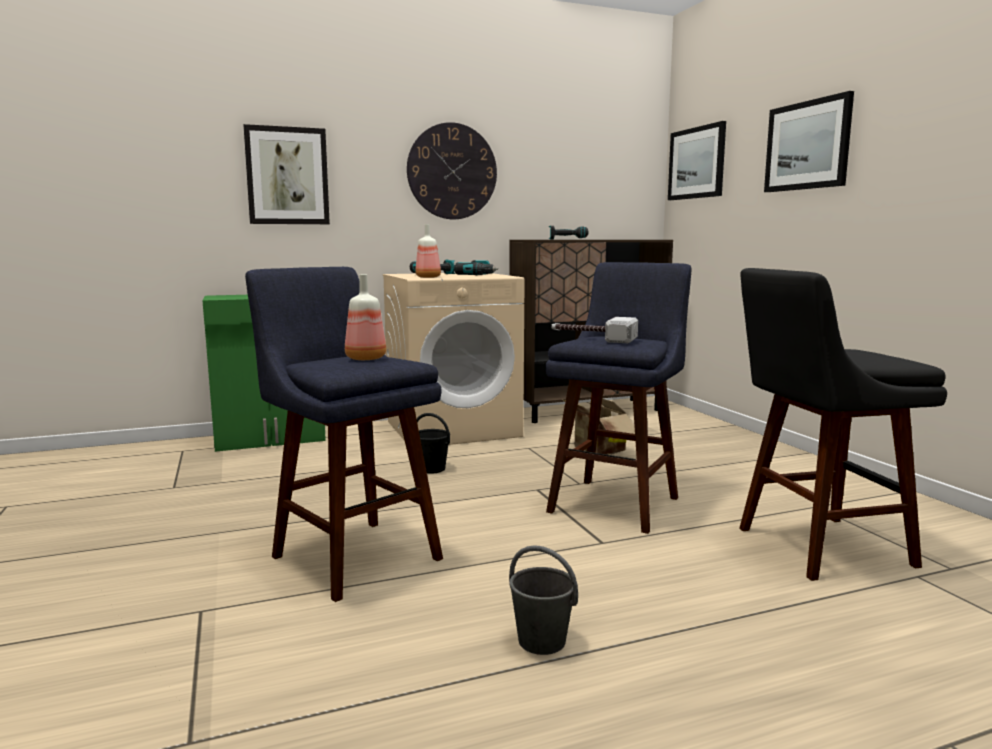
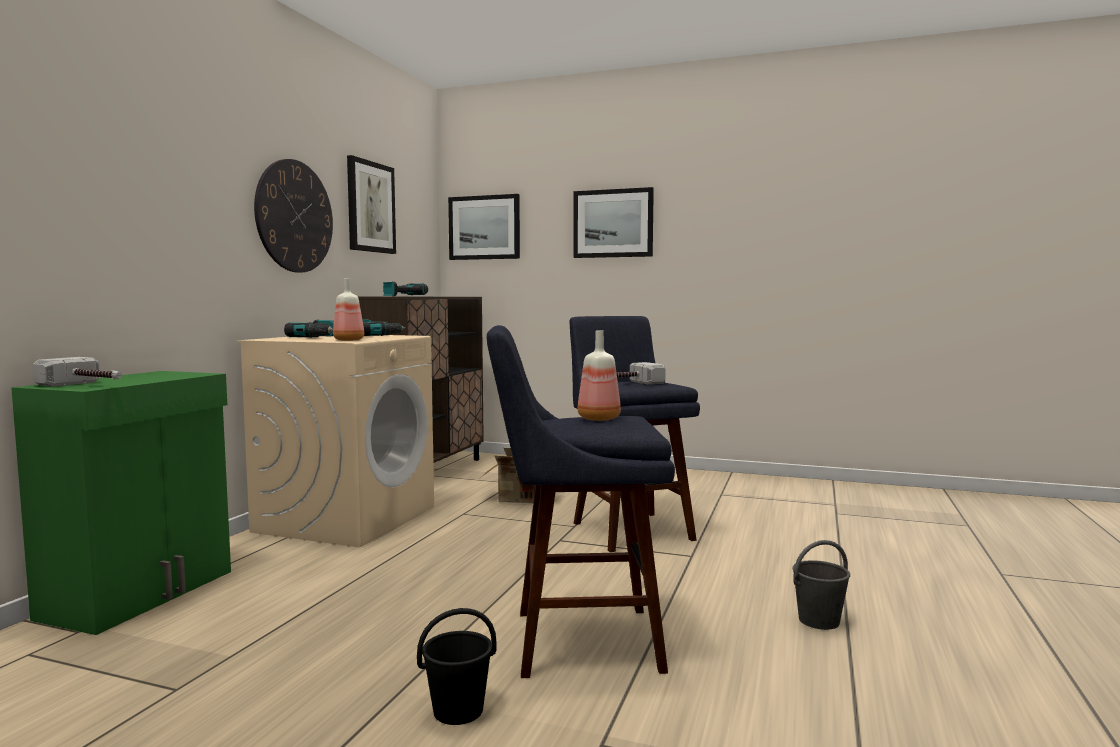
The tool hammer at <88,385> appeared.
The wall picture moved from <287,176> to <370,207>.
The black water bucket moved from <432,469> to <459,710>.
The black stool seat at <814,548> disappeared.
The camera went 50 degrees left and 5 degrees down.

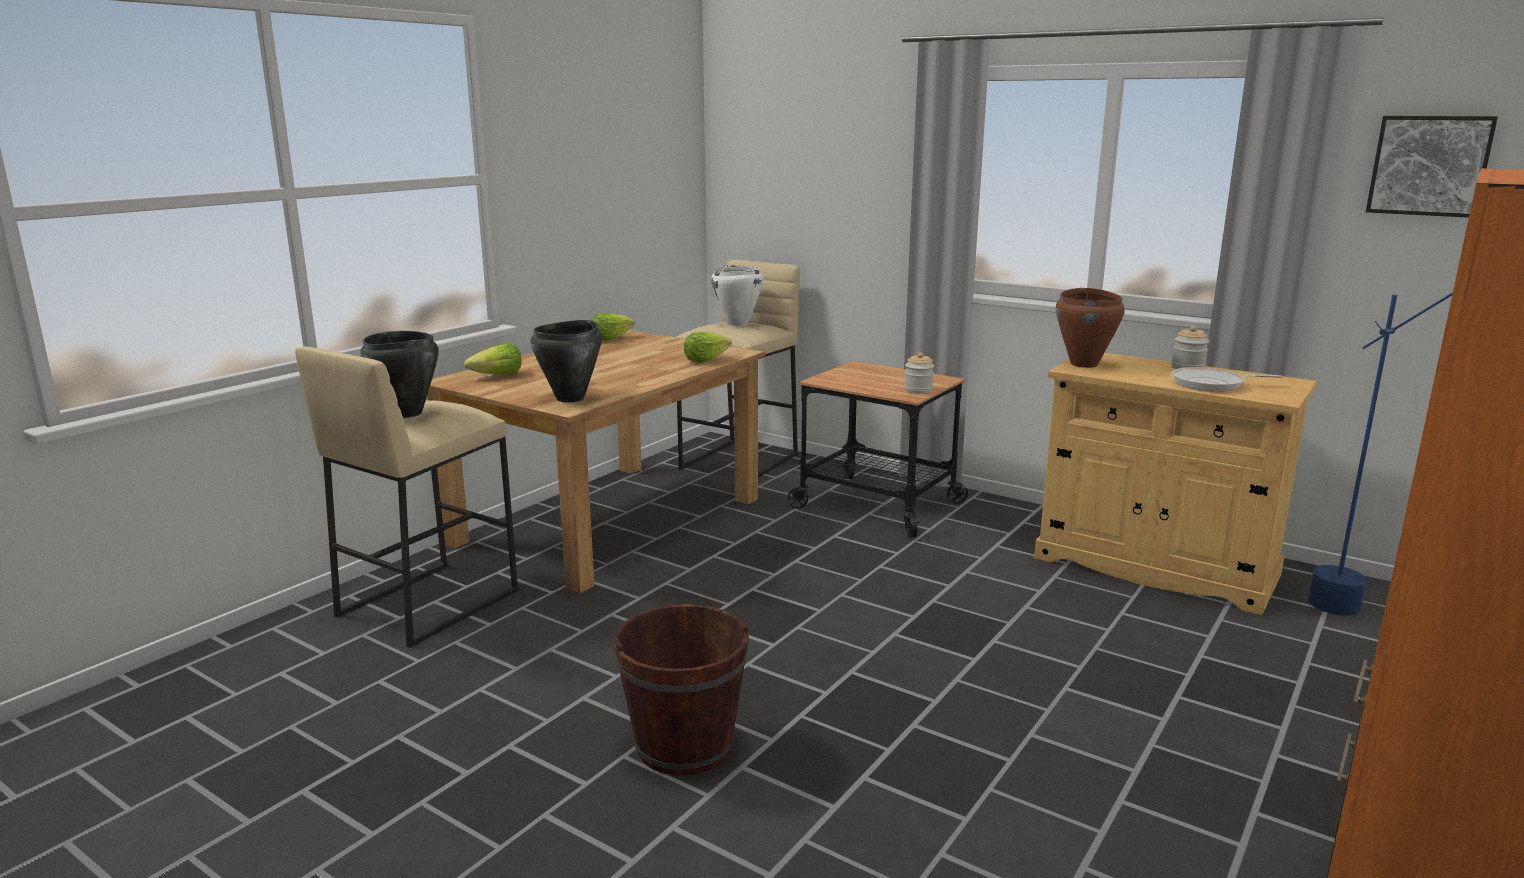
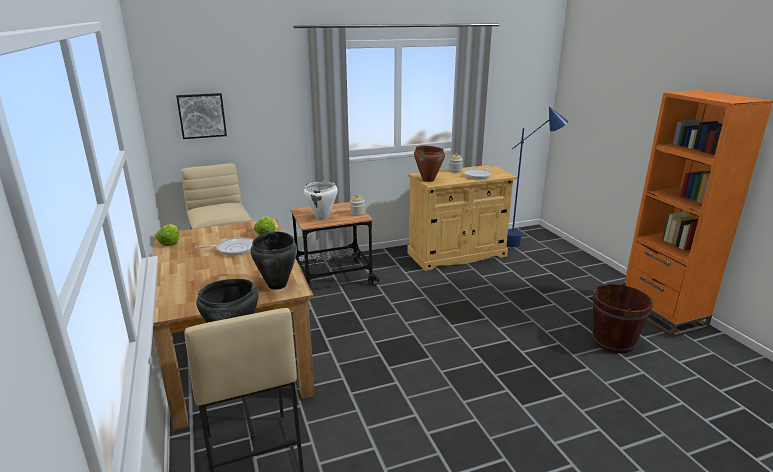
The wall picture moved from <1429,165> to <202,115>.
The frying pan at <233,249> appeared.
The white saucepot moved from <737,324> to <322,217>.
The brownish water bucket moved from <684,746> to <613,341>.
The lettuce at <497,376> disappeared.
The camera went 55 degrees left and 5 degrees up.

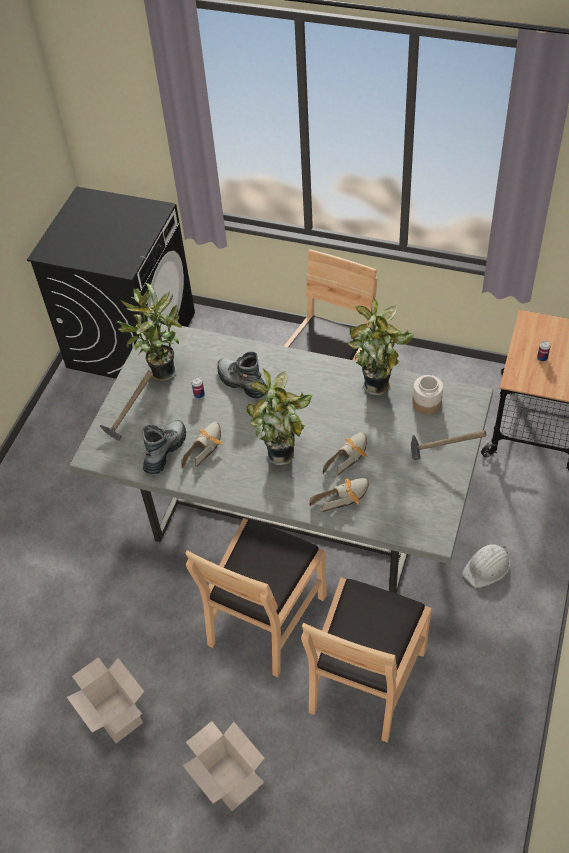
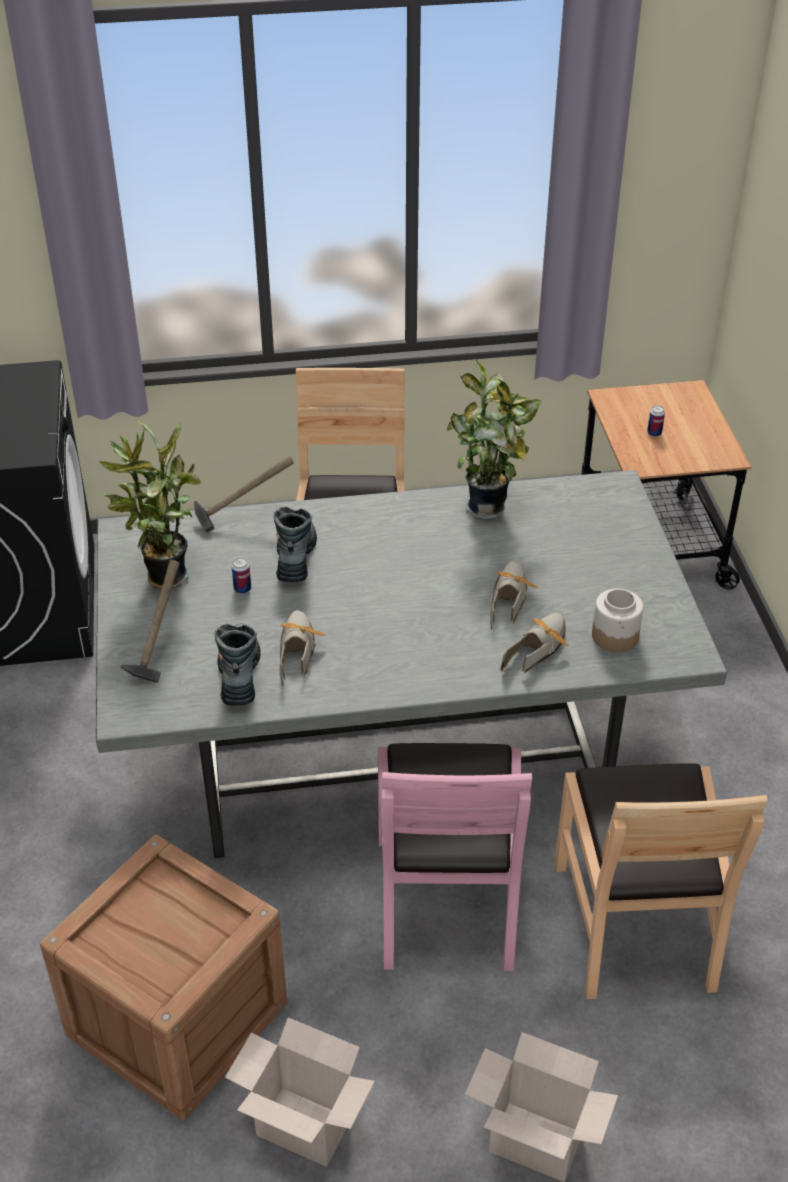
The packing crate at <177,1019> appeared.
The tool hammer moved from <442,455> to <241,518>.
The high-top boot at <242,382> turned 75 degrees clockwise.
The brownish plain chair at <265,618> became the pinkish plain chair at <446,900>.
The preserve jar moved from <427,403> to <615,636>.
The plant in a pot at <284,455> disappeared.
The white work helmet at <487,567> disappeared.
The camera went 30 degrees left and 10 degrees down.

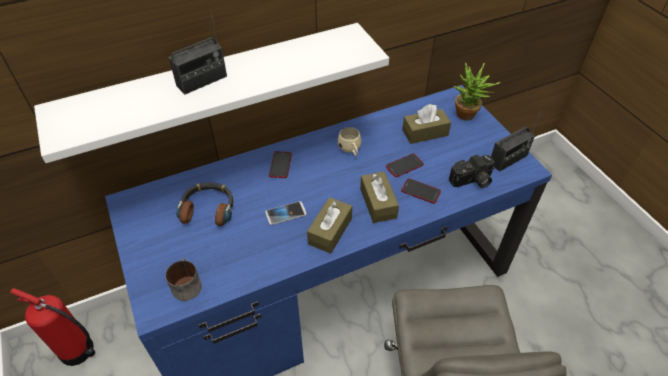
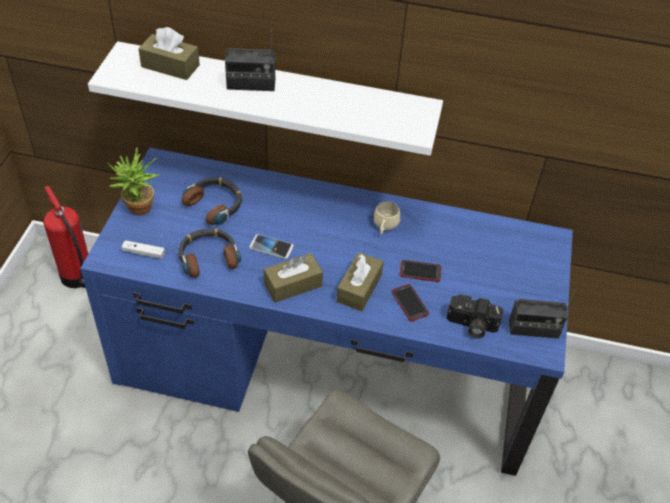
The plant in a pot moved from <468,117> to <138,211>.
The tea mug at <185,284> was replaced by the white joypad at <144,253>.
The brownish box of tissues moved from <425,132> to <170,66>.
The pair of headphones at <208,257> appeared.
The telephone at <280,165> disappeared.
The camera went 35 degrees right and 0 degrees up.

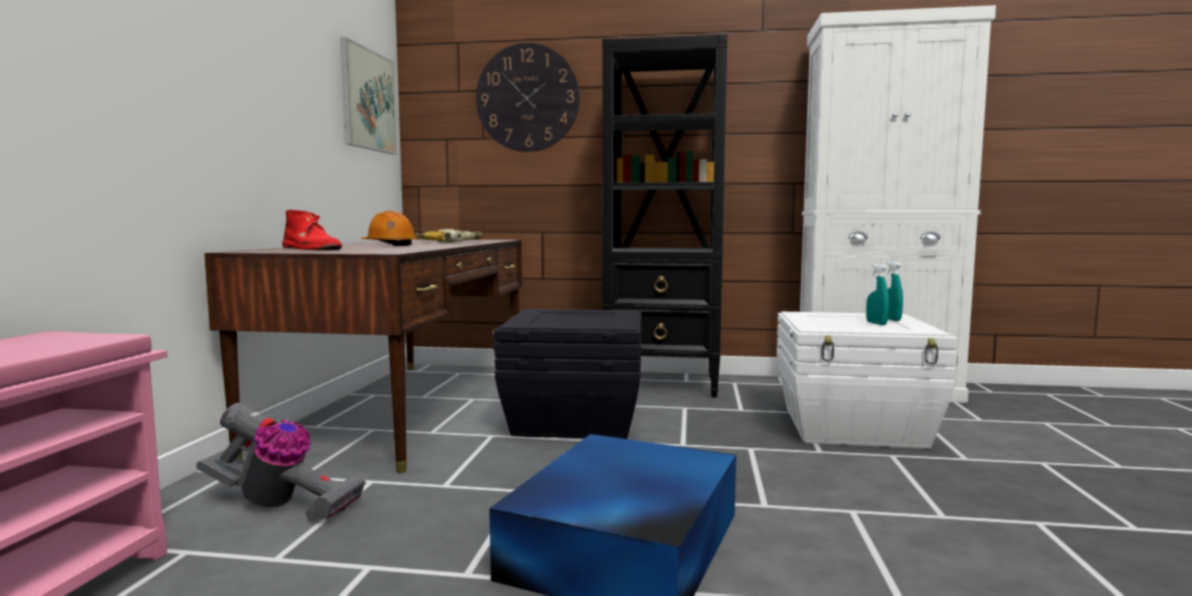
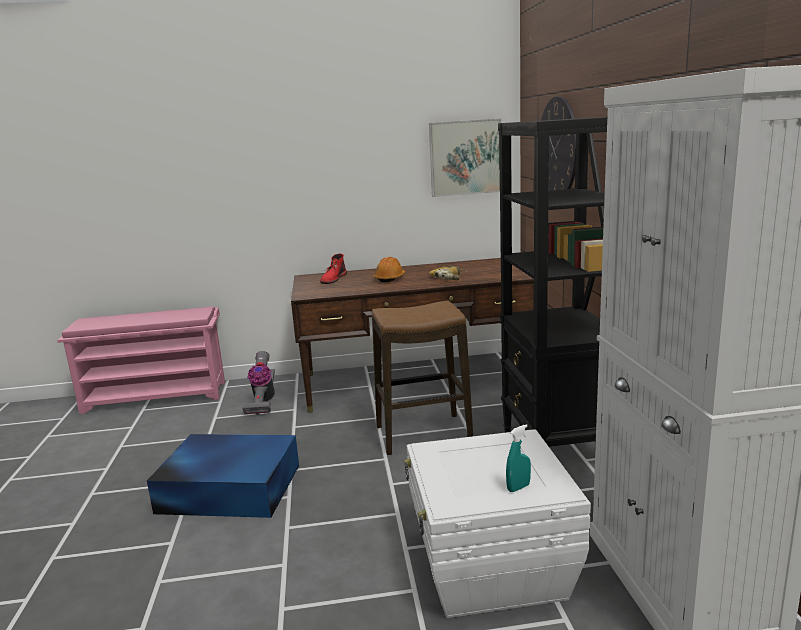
The black storage bin at <573,420> was replaced by the stool seat at <423,434>.
The turquoise-coloured spray bottle at <876,323> disappeared.
The camera went 75 degrees right and 10 degrees up.

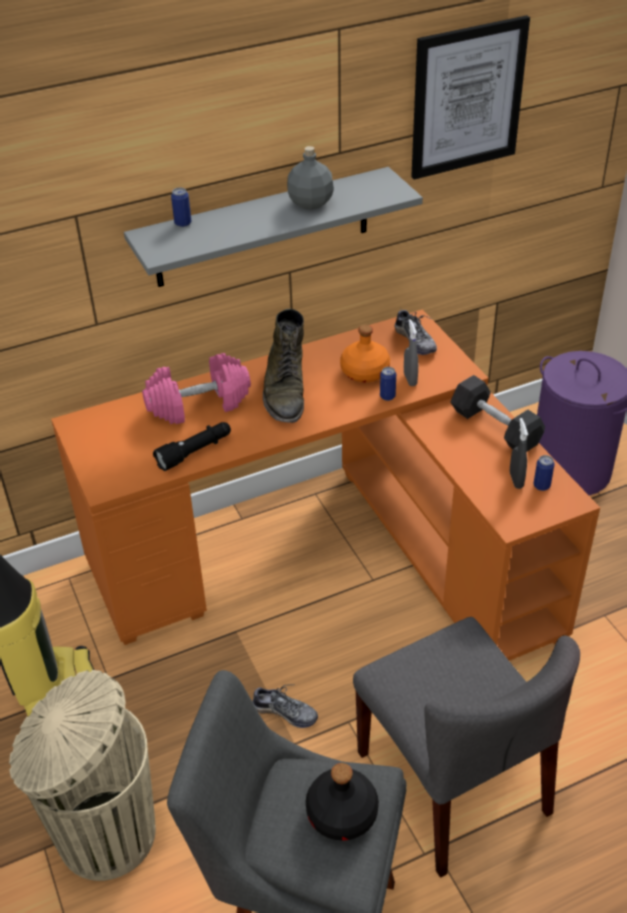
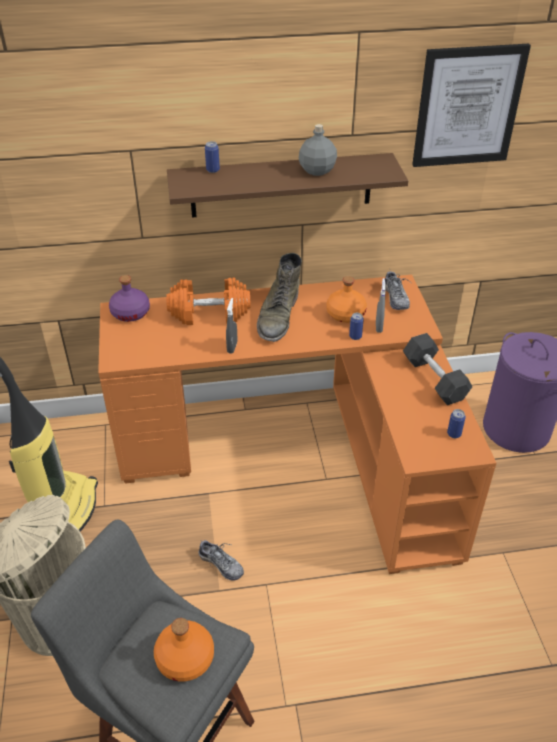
The purplish drink bottle at <130,312> appeared.
The black drink bottle at <342,814> became the orangey drink bottle at <185,658>.
The pinkish dumbbell at <198,405> became the orangey dumbbell at <209,314>.
The gray shelf at <263,228> became the brownish shelf at <281,185>.
The gray spray bottle moved from <516,480> to <232,347>.
The black hand torch at <195,452> disappeared.
The gray plain chair at <454,783> disappeared.
The camera went 15 degrees right and 0 degrees up.

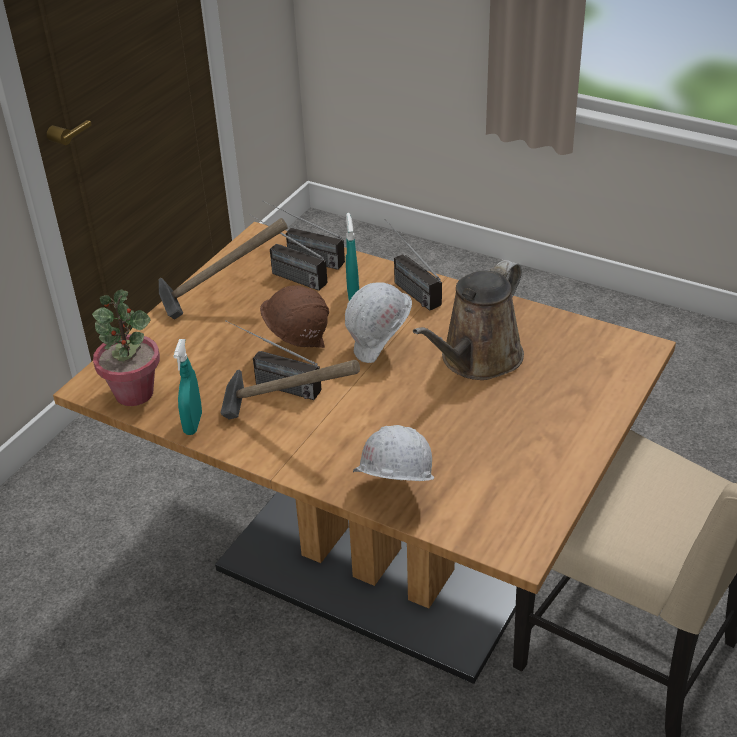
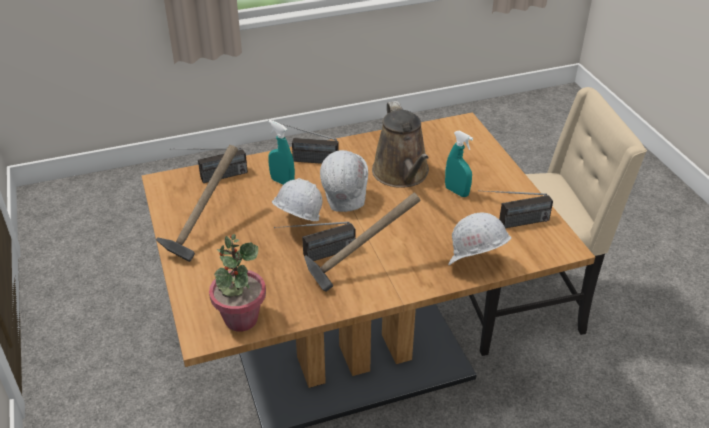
The brownish work helmet at <297,347> became the white work helmet at <297,228>.
The turquoise-coloured spray bottle moved from <193,424> to <456,191>.
The radio moved from <285,274> to <512,224>.
The camera went 50 degrees left and 0 degrees up.

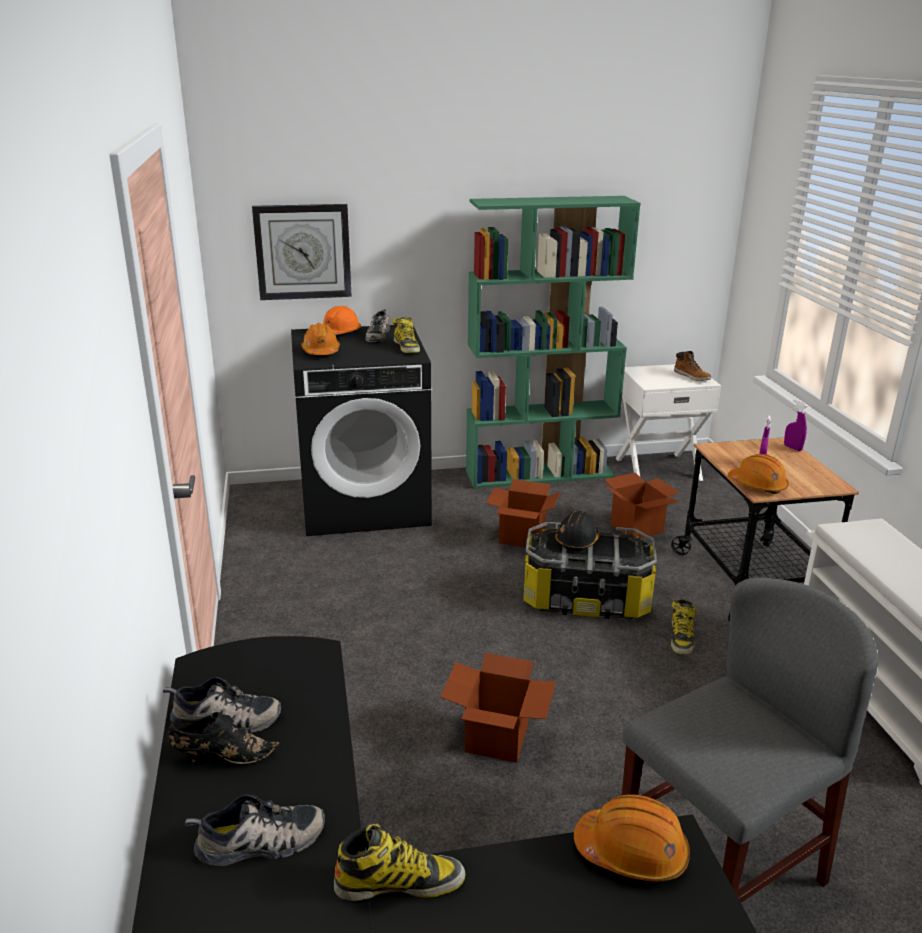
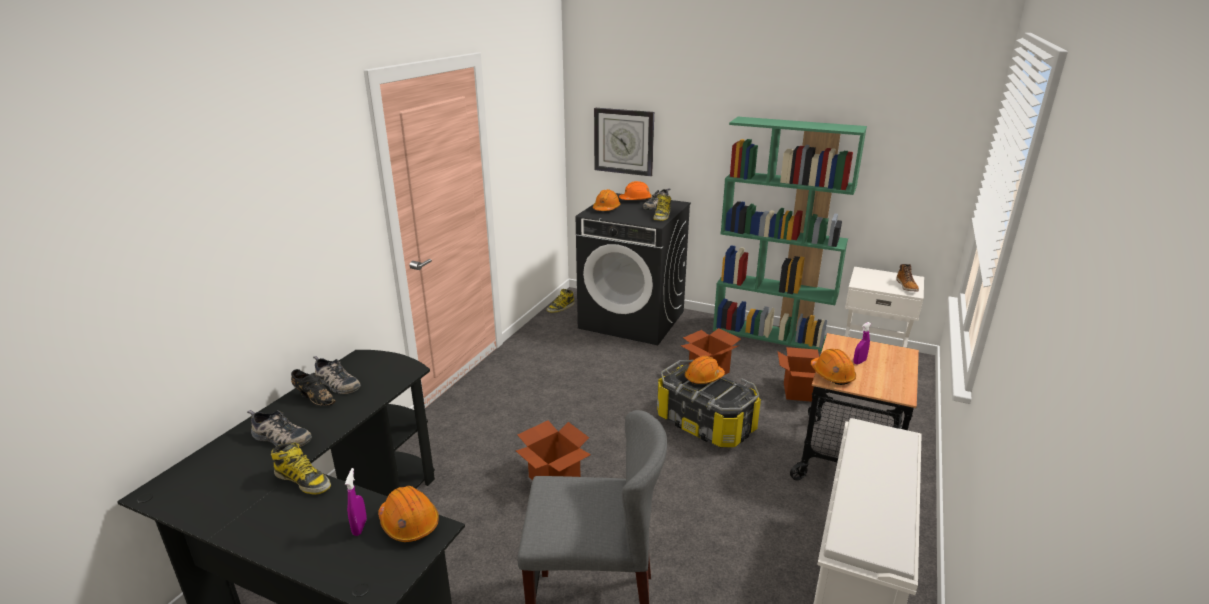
The purplish spray bottle moved from <792,448> to <360,527>.
The high-top boot moved from <681,637> to <561,307>.
The black work helmet at <577,540> became the orangey work helmet at <704,378>.
The camera went 35 degrees right and 0 degrees up.

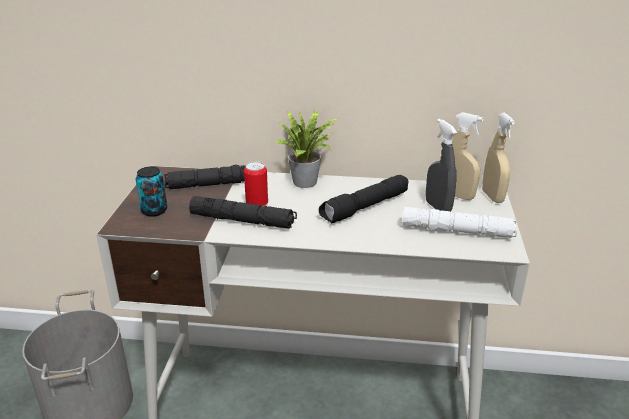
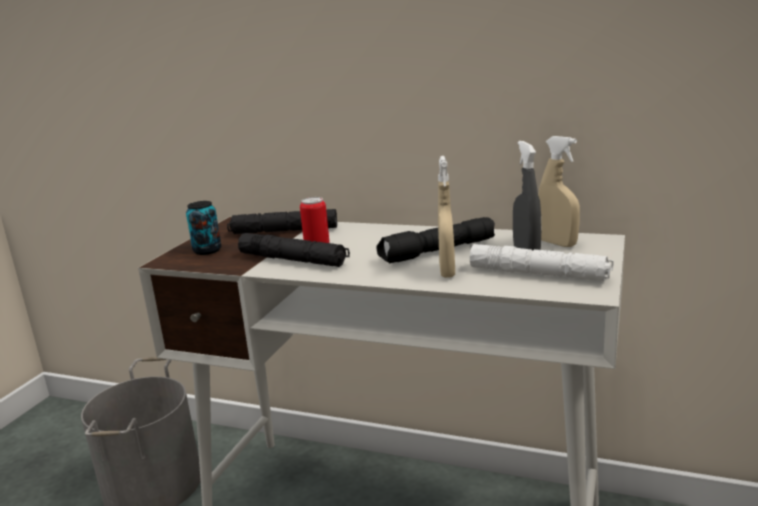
The sand-coloured spray bottle moved from <492,197> to <447,271>.
The plant in a pot at <308,182> disappeared.
The camera went 15 degrees right and 10 degrees down.

